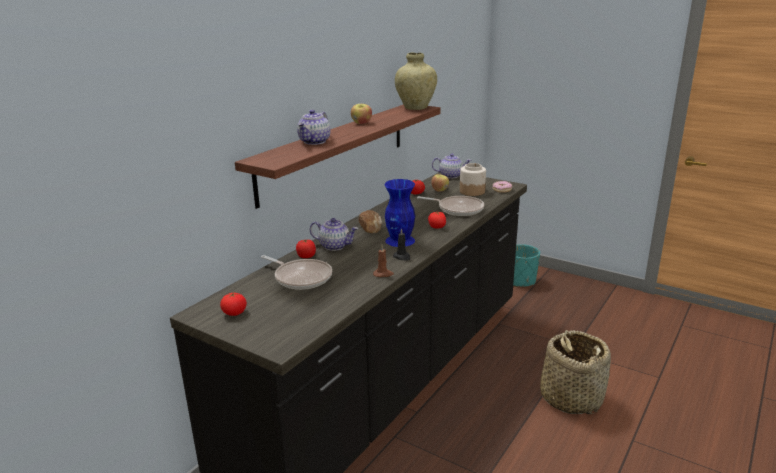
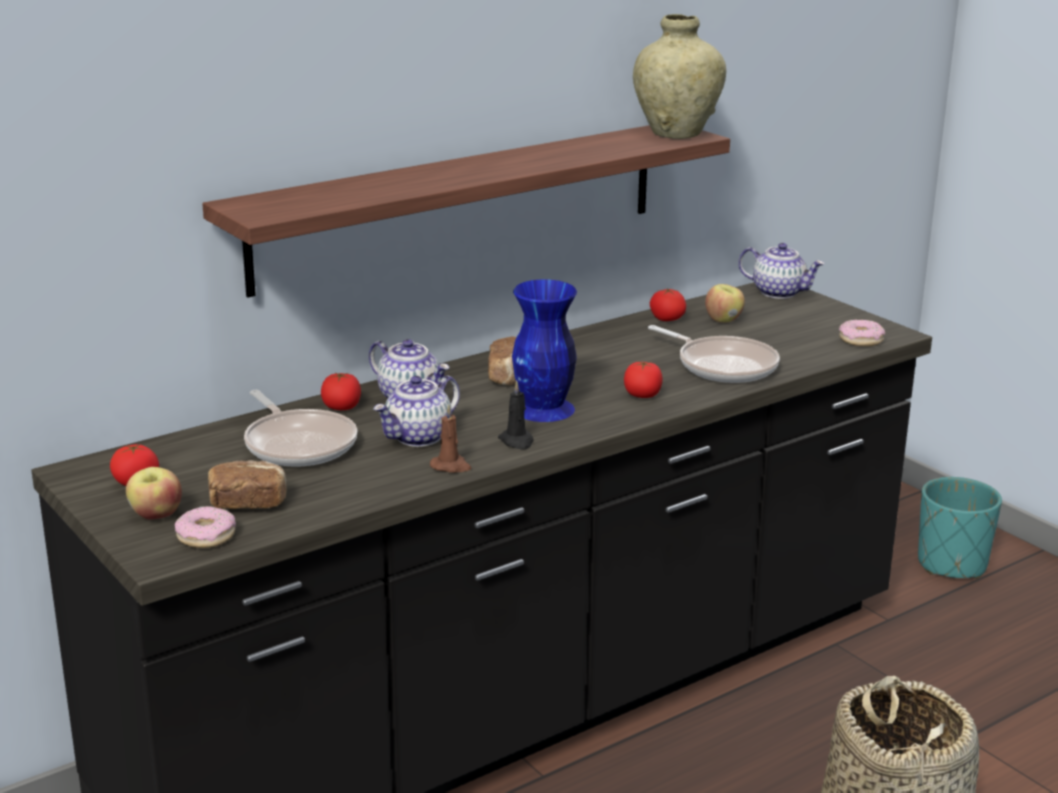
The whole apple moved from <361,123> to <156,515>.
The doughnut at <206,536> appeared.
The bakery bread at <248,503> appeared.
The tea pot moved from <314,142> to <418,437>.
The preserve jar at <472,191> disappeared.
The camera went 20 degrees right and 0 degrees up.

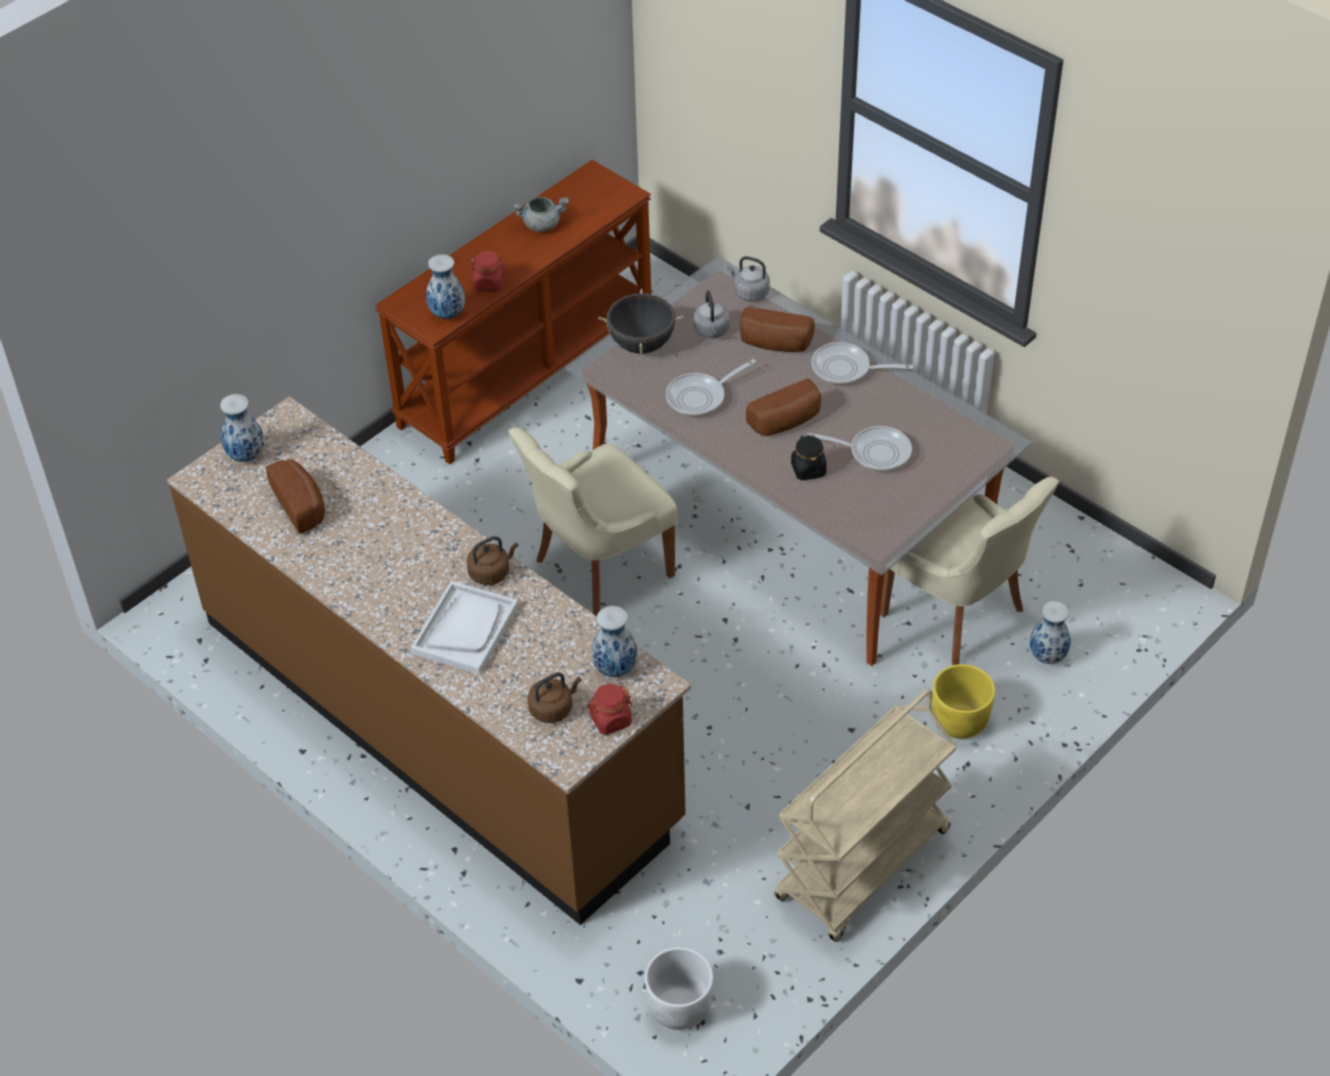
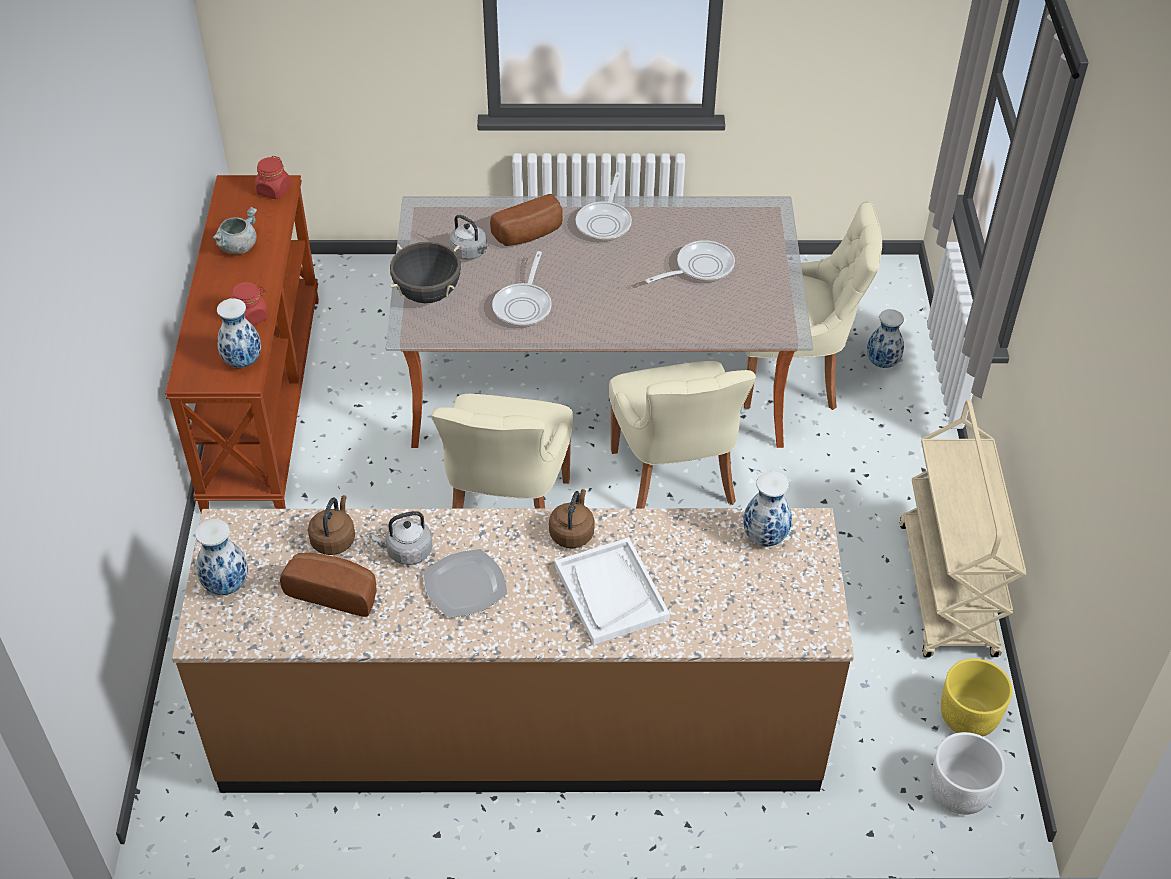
The red-coloured preserve jar moved from <610,720> to <273,191>.
The brownish kettle moved from <553,708> to <334,539>.
The gray kettle moved from <749,292> to <407,552>.
The plate at <466,586> appeared.
The frying pan at <846,369> turned 45 degrees counterclockwise.
The sand-coloured plain chair at <674,480> appeared.
The yellowish planter moved from <959,721> to <968,717>.
The bakery bread at <787,422> disappeared.
The black preserve jar at <808,469> disappeared.
The camera went 45 degrees left and 0 degrees up.

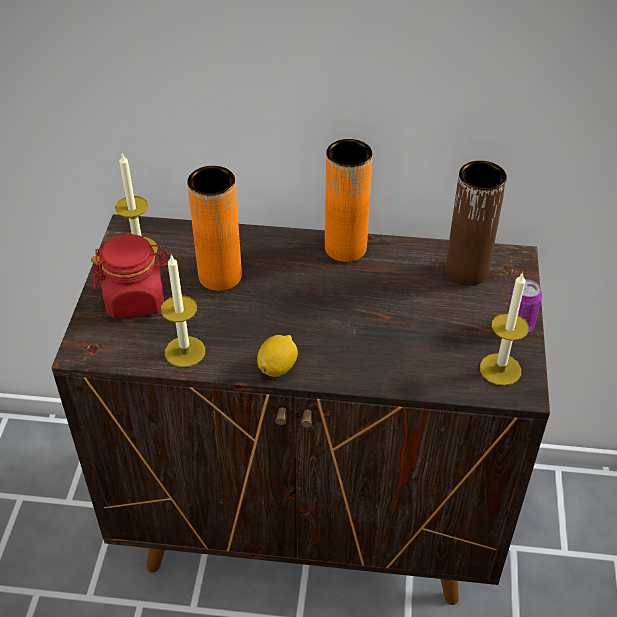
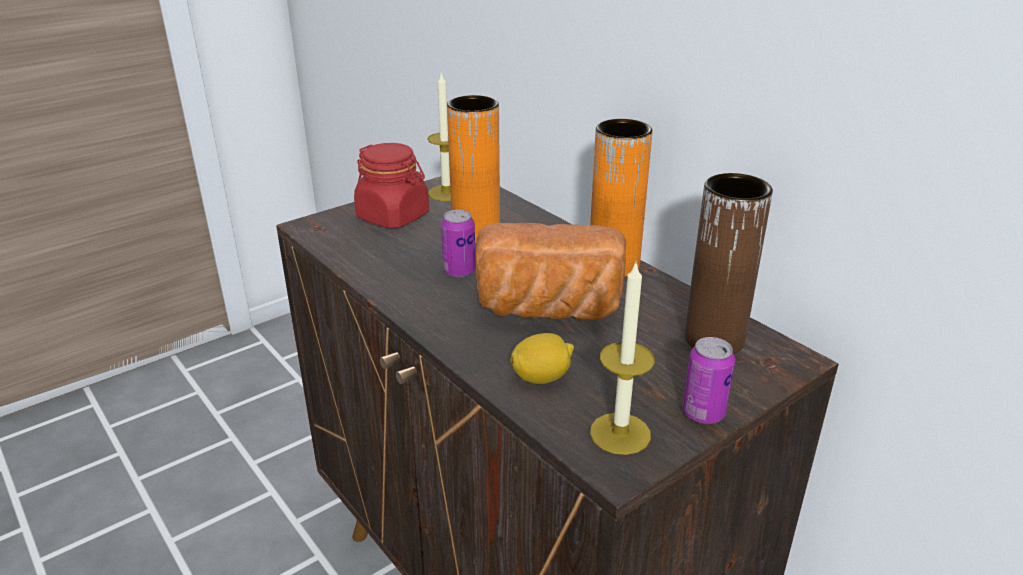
The metal can at <459,271> appeared.
The bakery bread at <547,310> appeared.
The whole lemon moved from <277,367> to <542,377>.
The candle at <185,351> disappeared.
The camera went 45 degrees right and 15 degrees down.

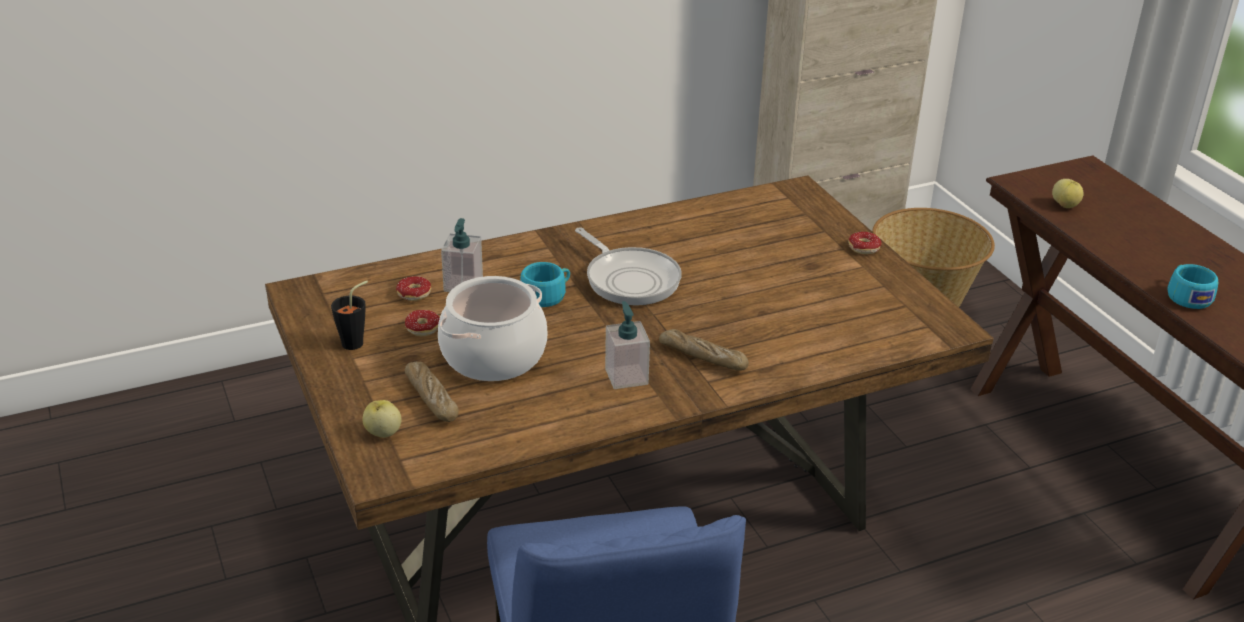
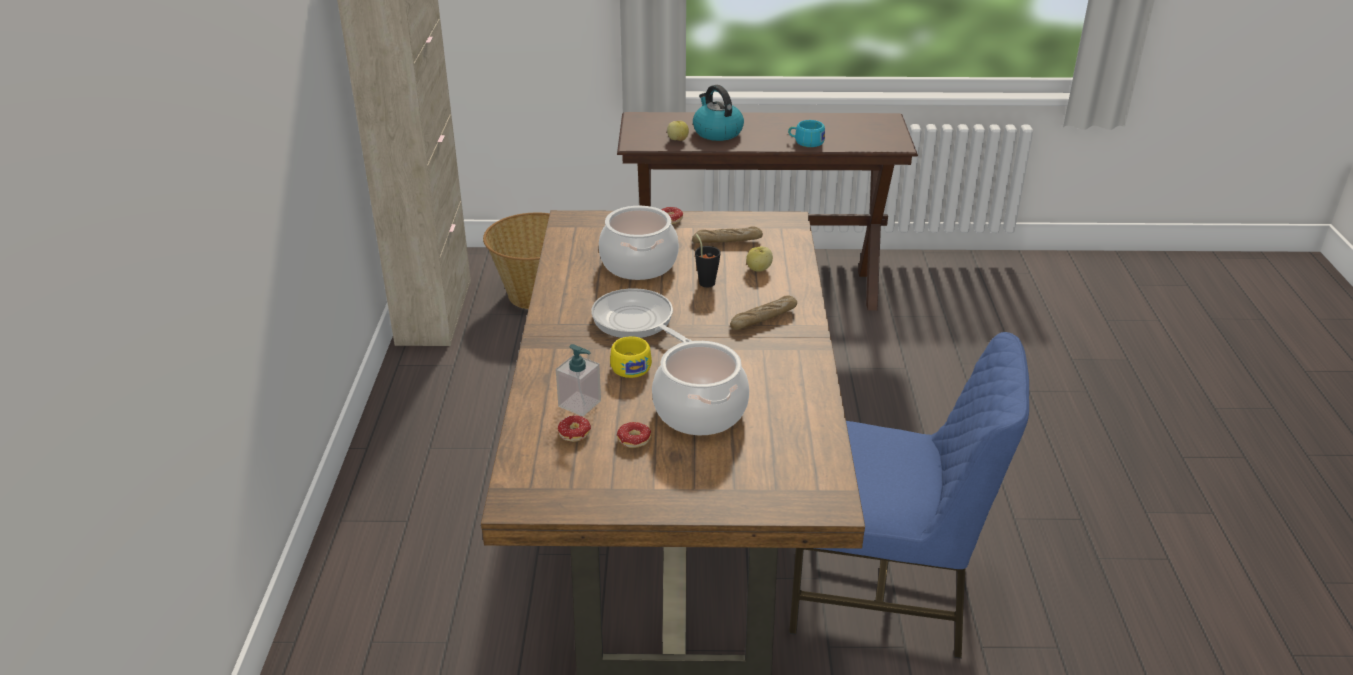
The frying pan at <629,279> turned 120 degrees counterclockwise.
The saucepot at <638,264> appeared.
The turquoise-coloured small cup at <547,295> became the yellowish small cup at <629,365>.
The bakery bread moved from <431,398> to <727,241>.
The kettle at <717,132> appeared.
The black small cup moved from <357,341> to <705,281>.
The whole apple moved from <383,433> to <758,269>.
The soap bottle at <626,376> disappeared.
The camera went 65 degrees left and 0 degrees up.

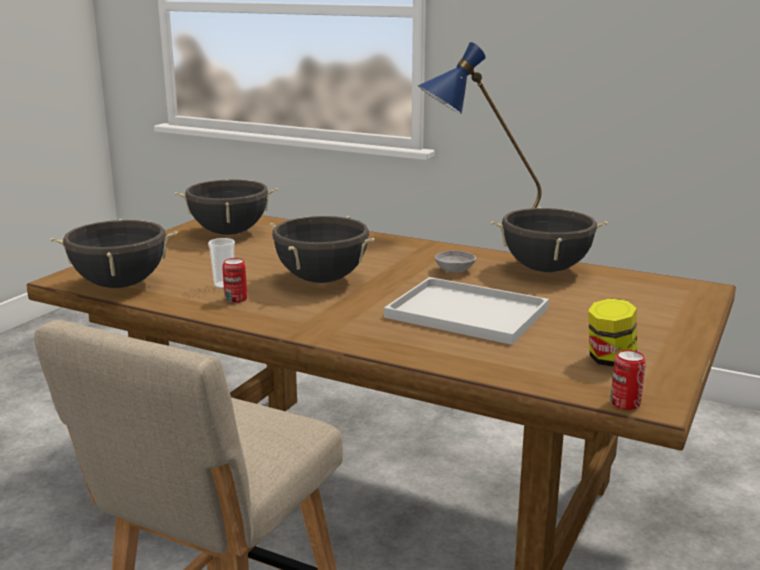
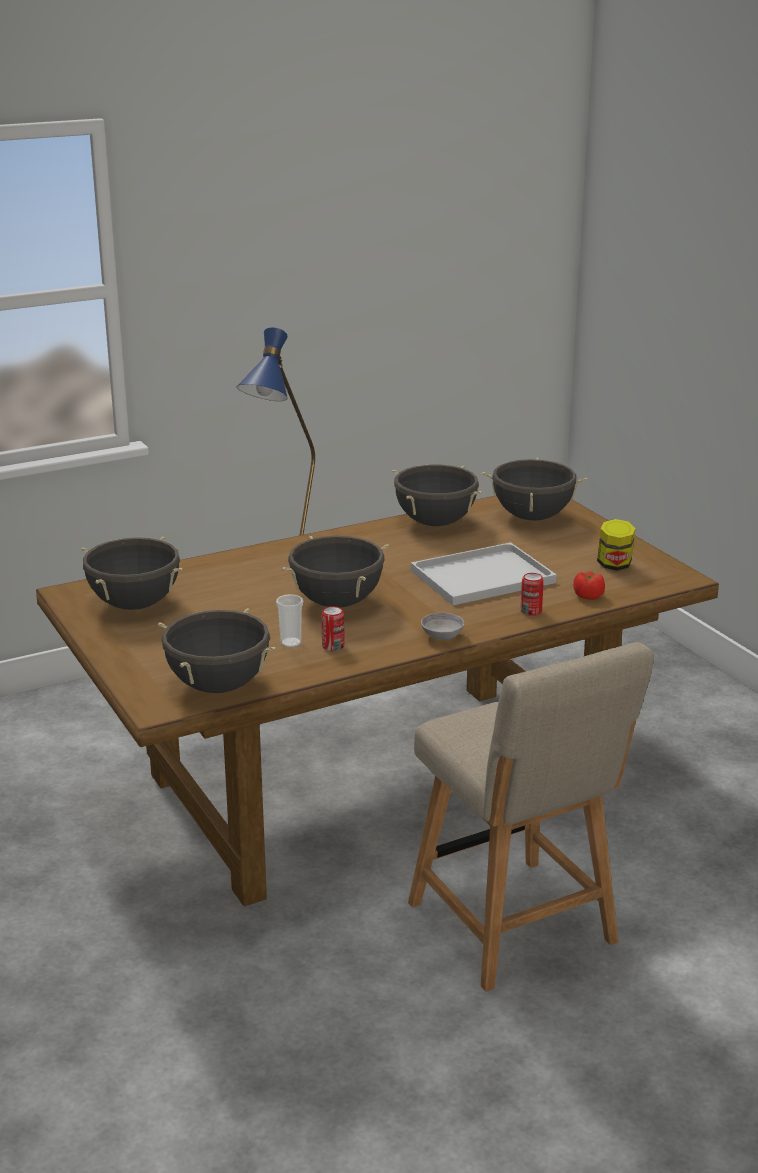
The gray serving bowl moved from <454,270> to <442,636>.
The black saucepot at <532,517> appeared.
The metal can moved from <625,403> to <531,611>.
The fresh tomato at <588,596> appeared.
The camera went 55 degrees left and 5 degrees up.

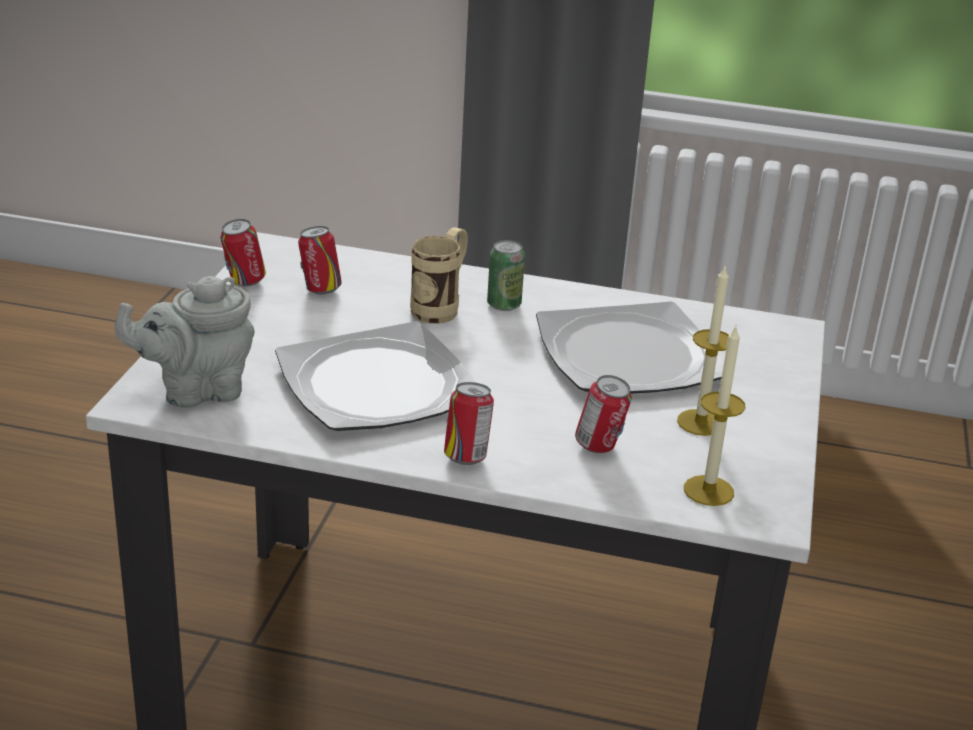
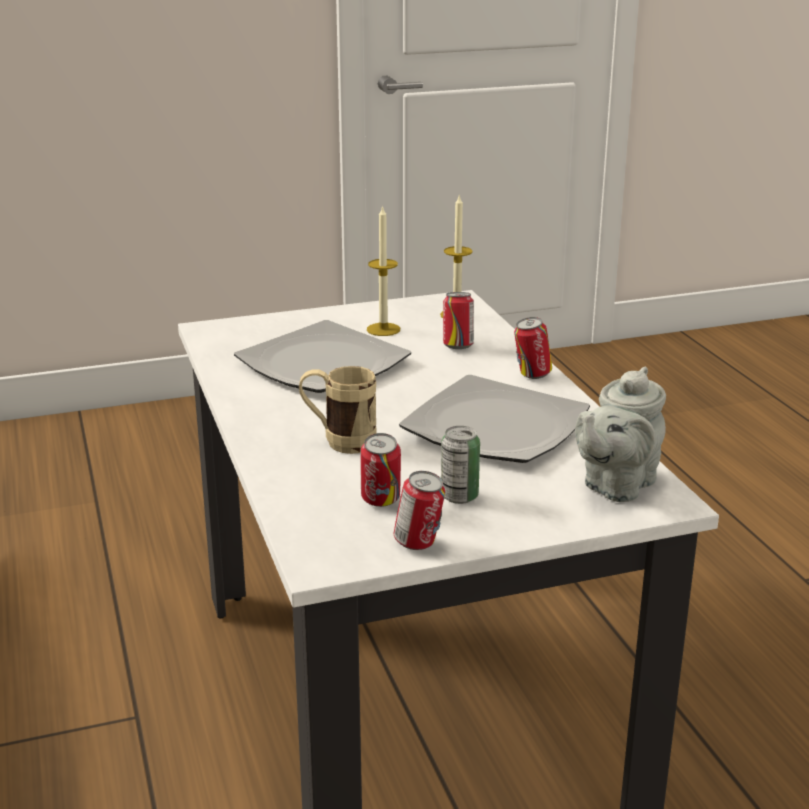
The metal can moved from <504,305> to <459,496>.
The gray tea pot at <196,391> turned 90 degrees clockwise.
The camera went 120 degrees left and 5 degrees down.

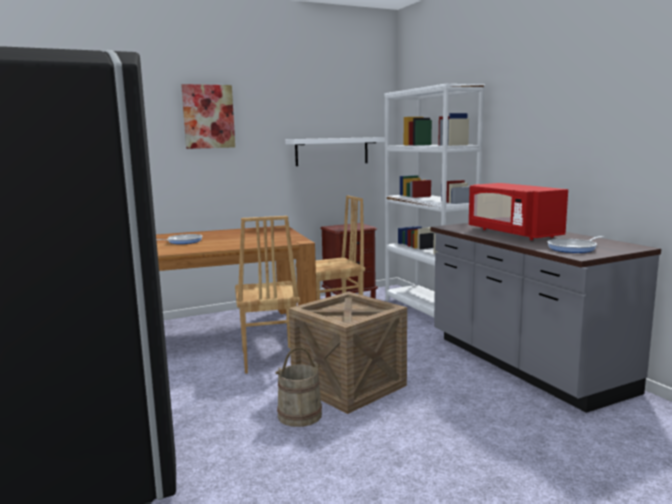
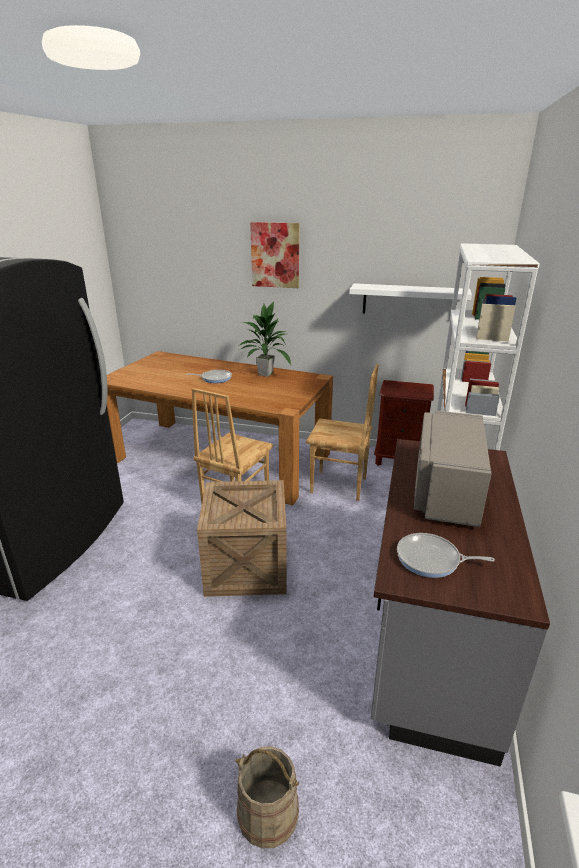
The sand-coloured water bucket moved from <299,415> to <268,812>.
The plant in a pot at <265,374> appeared.
The red-coloured microwave oven at <512,233> became the gray microwave oven at <446,491>.
The camera went 40 degrees right and 15 degrees up.

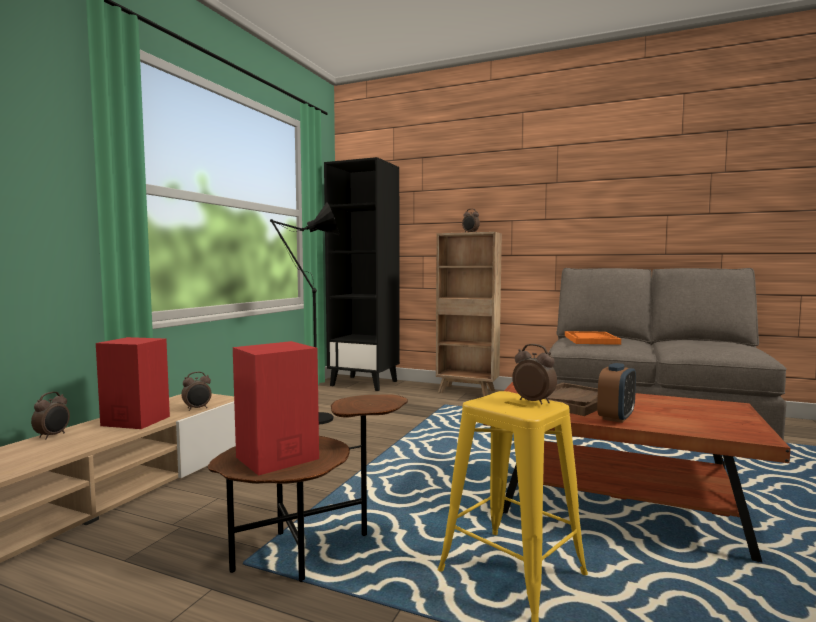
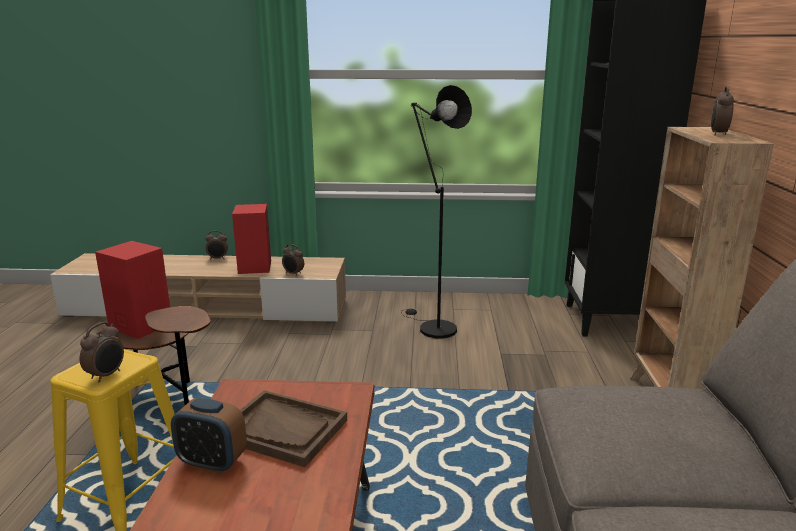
The orangey carrying tray at <591,340> disappeared.
The camera went 70 degrees right and 15 degrees up.

